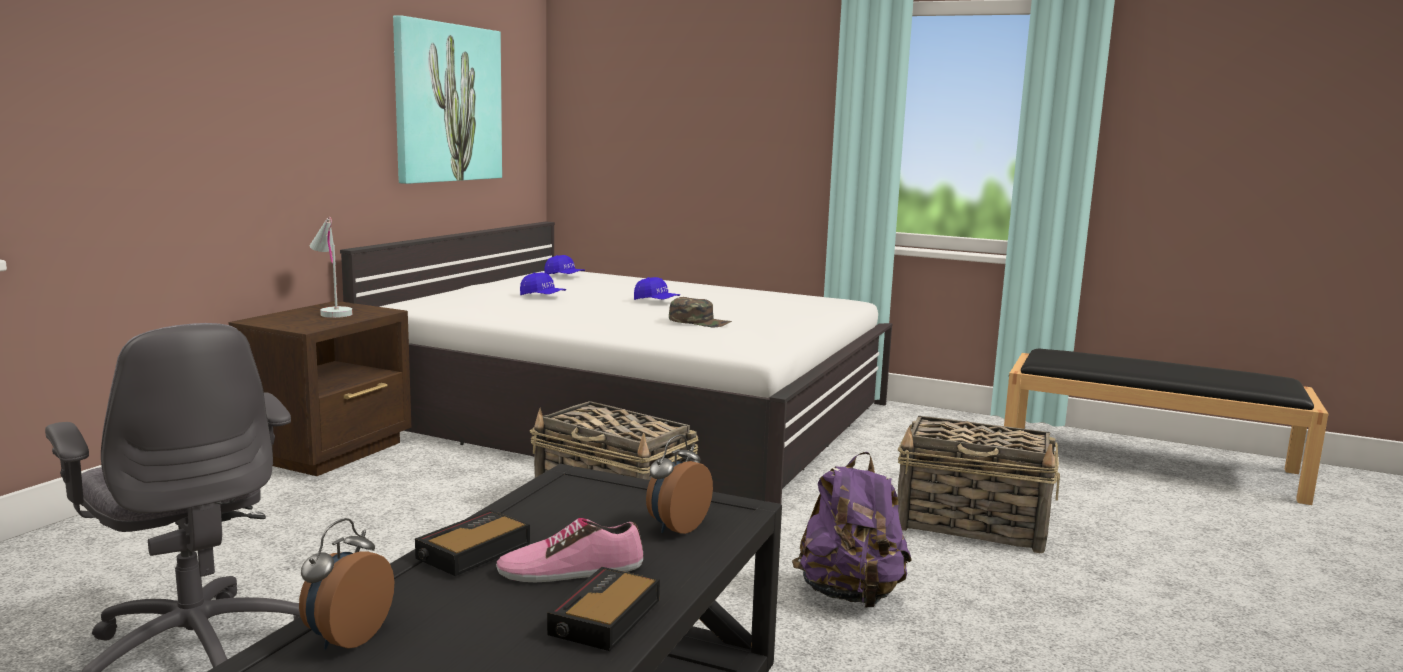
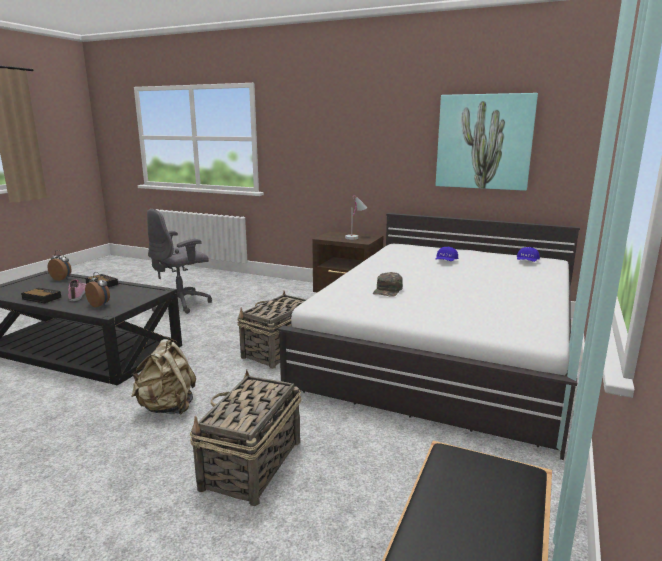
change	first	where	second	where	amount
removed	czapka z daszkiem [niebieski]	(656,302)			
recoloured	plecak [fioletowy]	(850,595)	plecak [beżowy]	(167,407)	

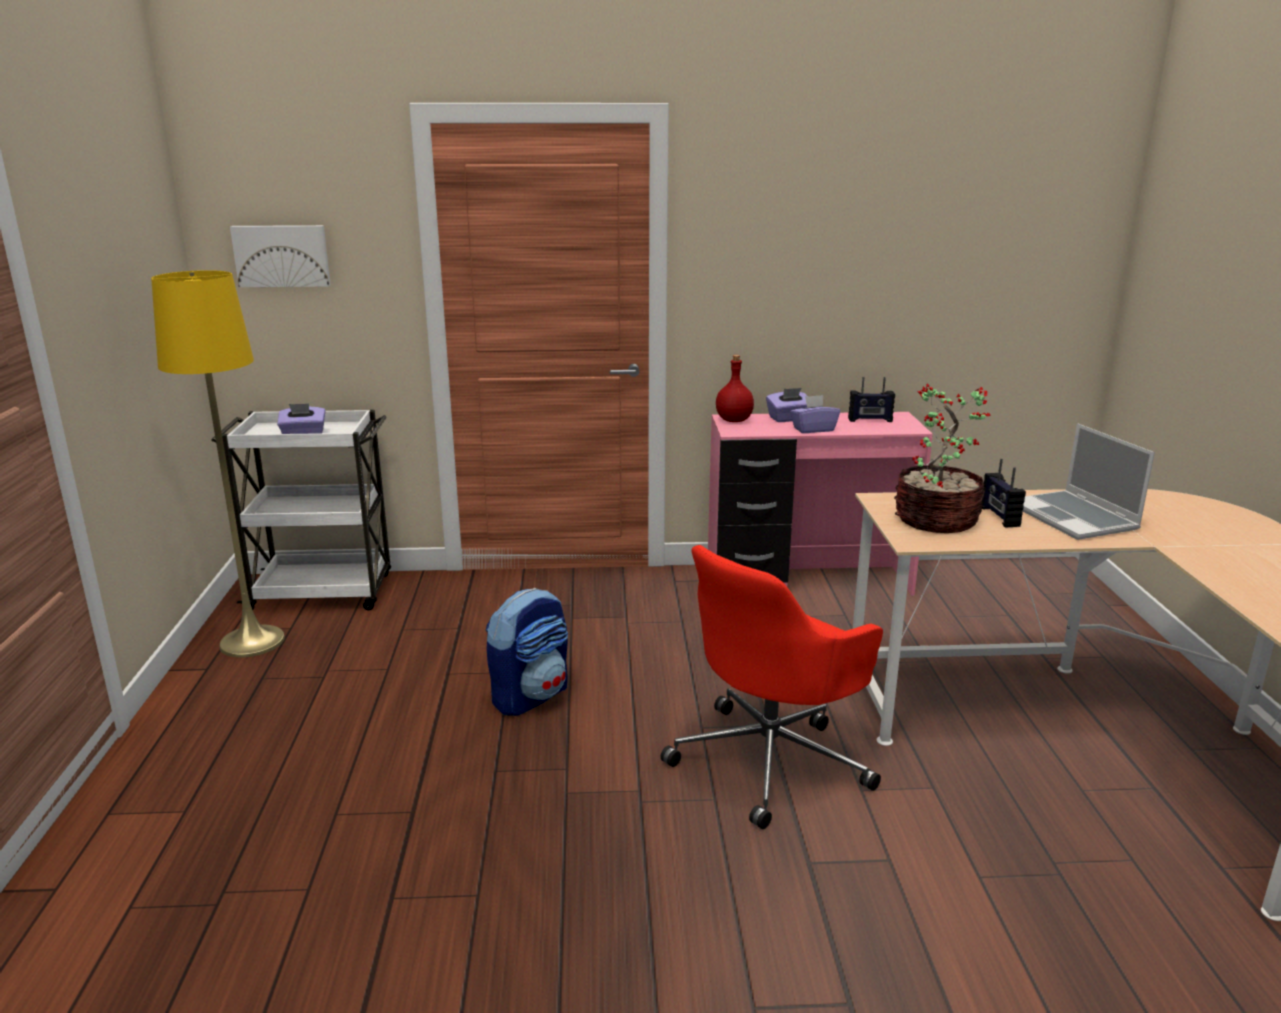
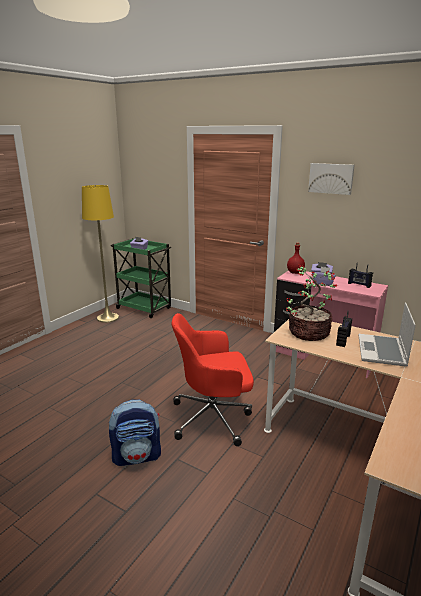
change	first	where	second	where	amount
recoloured	wózek [biały]	(324,593)	wózek [zielony]	(144,308)	
moved	obraz	(282,255)		(331,178)	
moved	plecak	(530,696)		(137,456)	

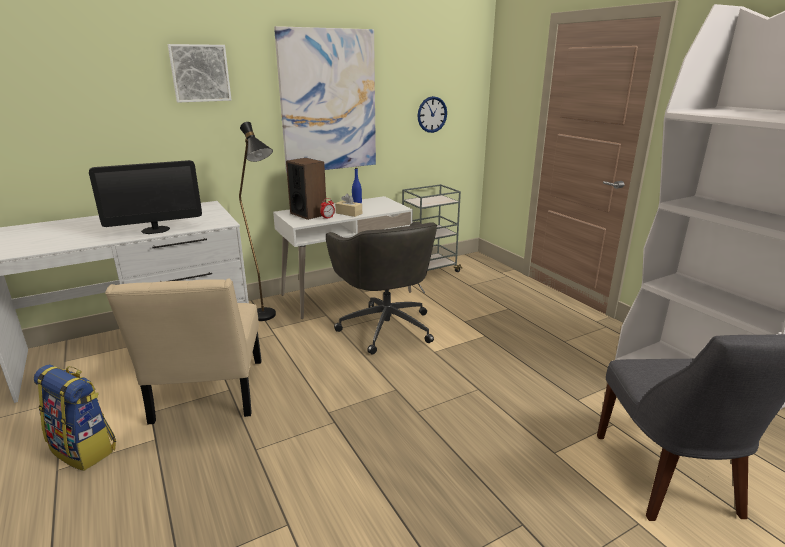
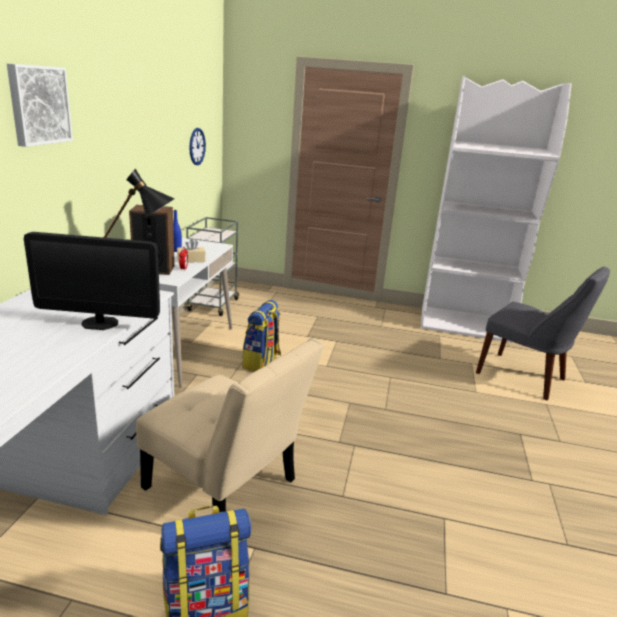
change	first	where	second	where	amount
turned	monitor	(155,230)		(100,323)	75 degrees clockwise
removed	obraz	(328,101)			
replaced	krzesło biurowe [szary]	(385,326)	plecak	(262,362)	

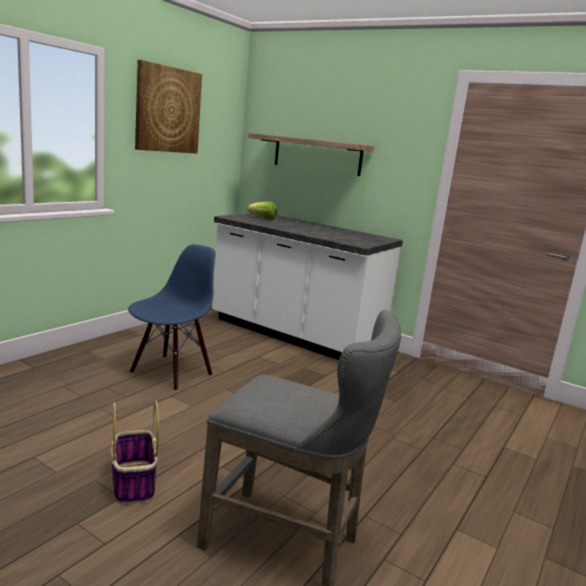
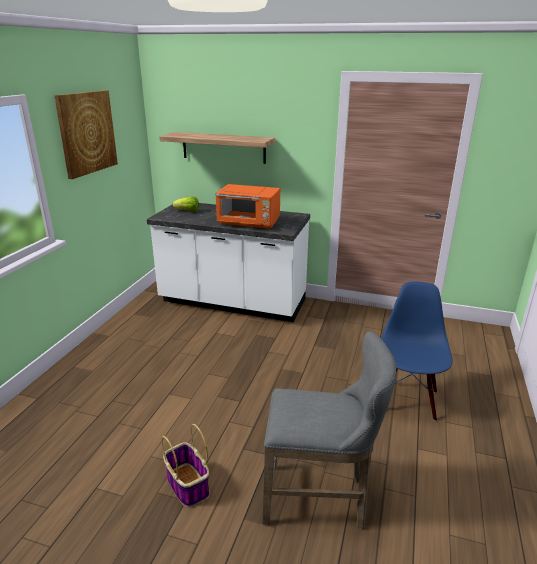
change	first	where	second	where	amount
moved	krzesło [niebieski]	(171,373)		(406,400)	
added			mikrofalówka [pomarańczowy]	(249,223)	

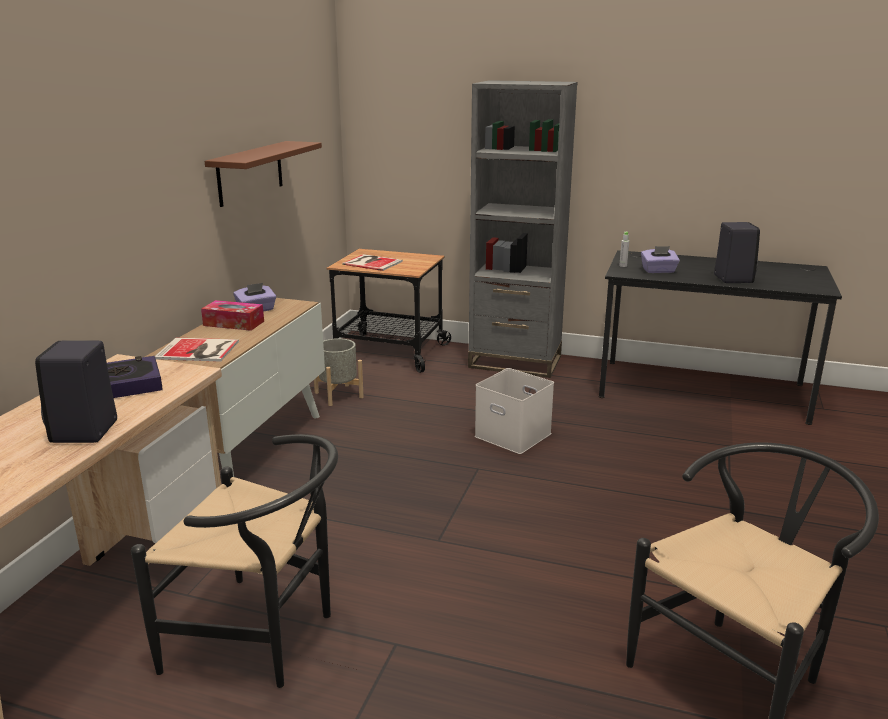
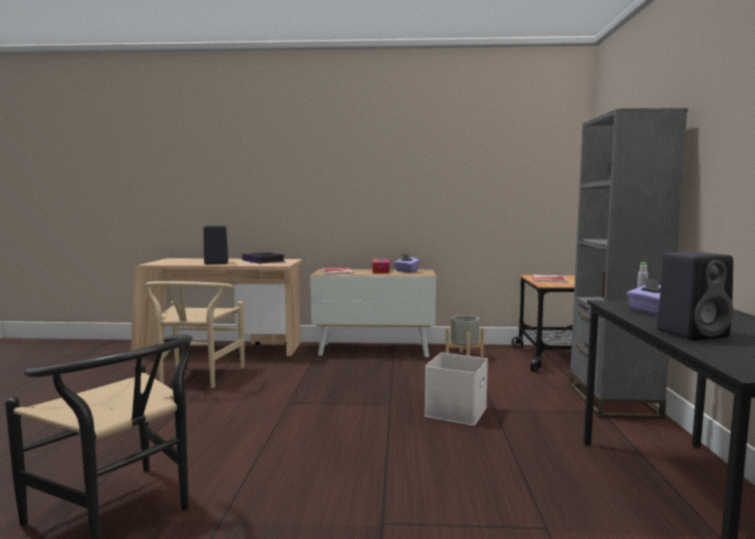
change	first	where	second	where	amount
recoloured	krzesło [czarny]	(263,638)	krzesło [beżowy]	(196,378)	
removed	półka [brązowy]	(250,173)			

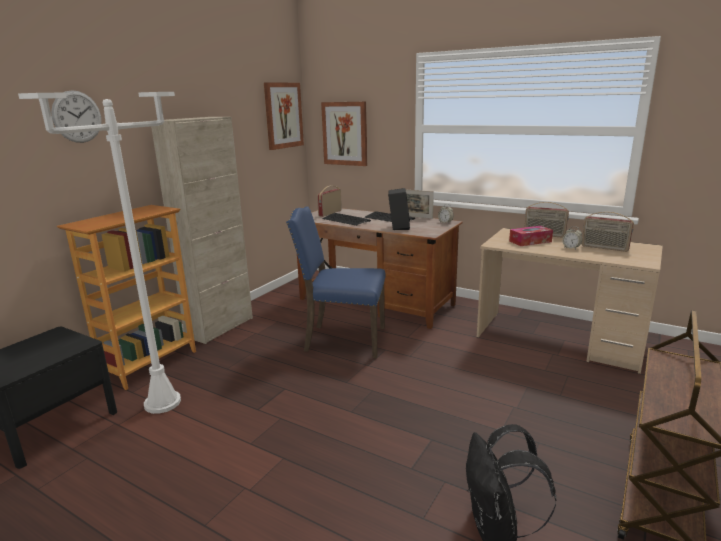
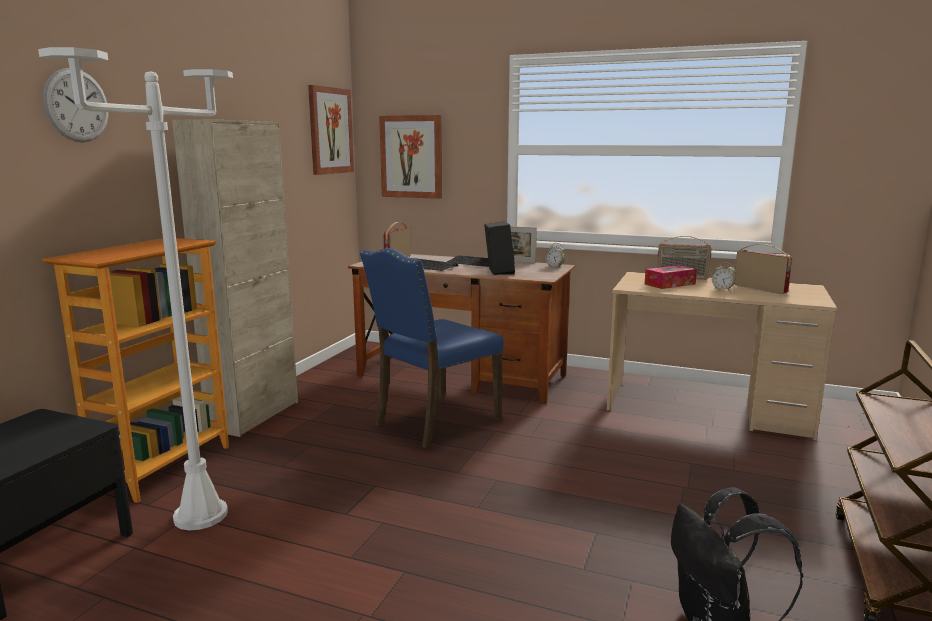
change	first	where	second	where	amount
turned	krzesło [niebieski]	(343,340)		(434,422)	45 degrees counterclockwise
turned	radio	(604,248)		(760,289)	150 degrees counterclockwise

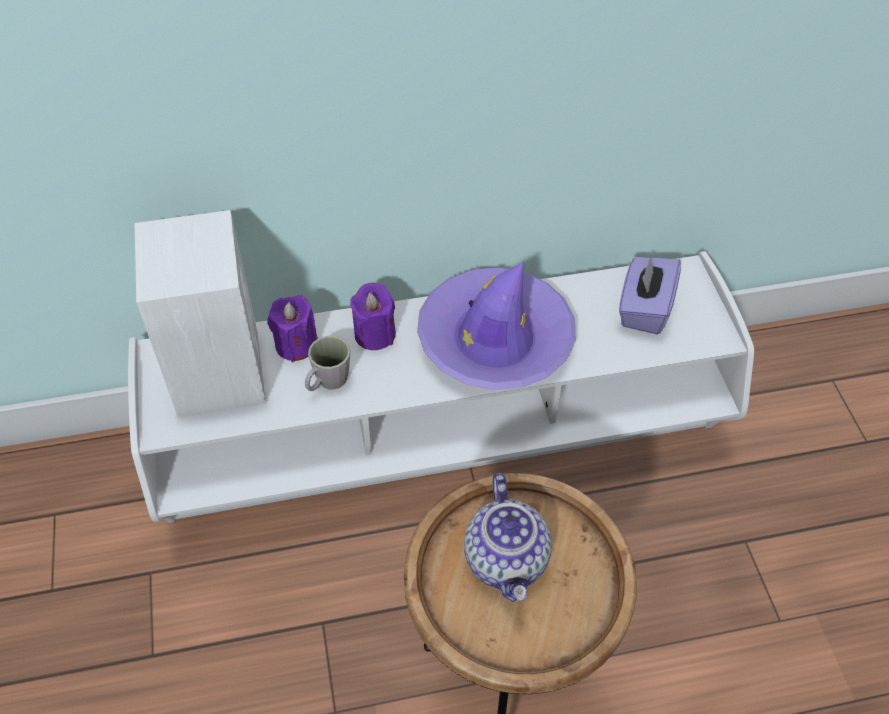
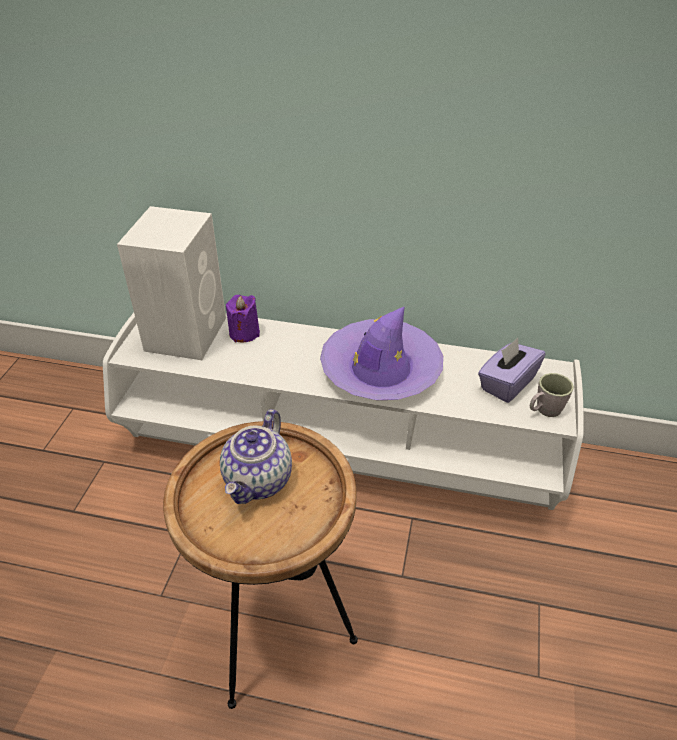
change	first	where	second	where	amount
moved	kubek [szary]	(327,382)		(544,410)	
removed	świeca [fioletowy]	(374,334)			

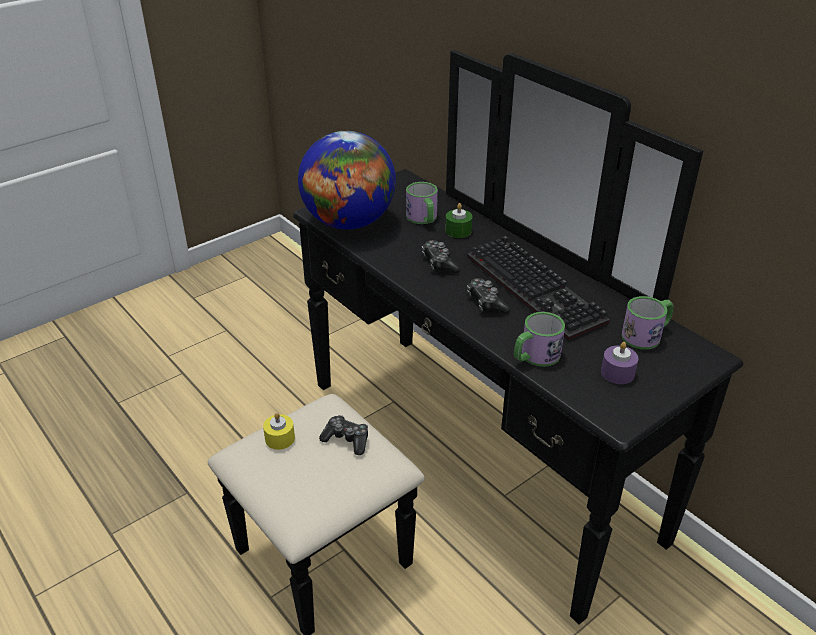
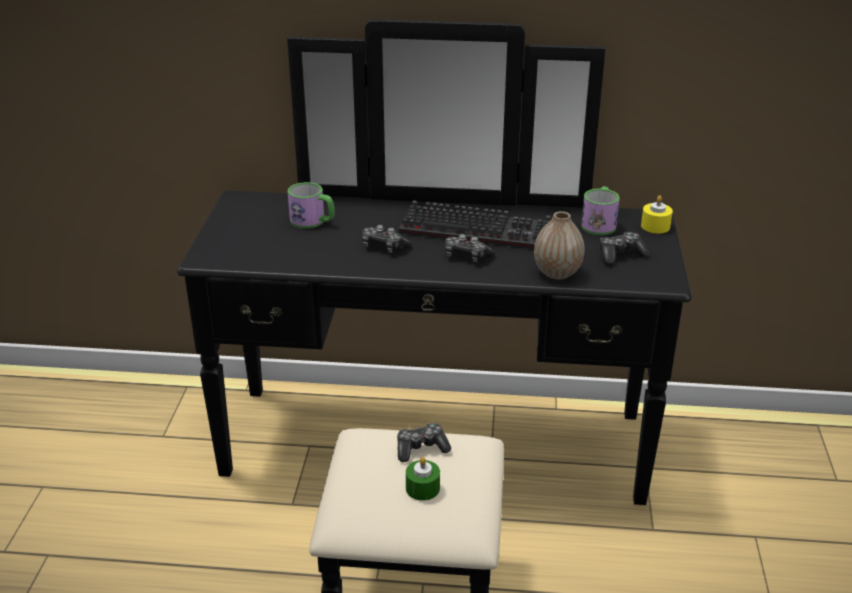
change	first	where	second	where	amount
moved	świeca [żółty]	(280,438)		(655,226)	
removed	globus	(349,222)			
moved	świeca [zielony]	(458,231)		(422,488)	
replaced	kubek	(535,356)	wazon	(557,273)	
replaced	świeca [fioletowy]	(617,373)	pad do gier	(620,255)	

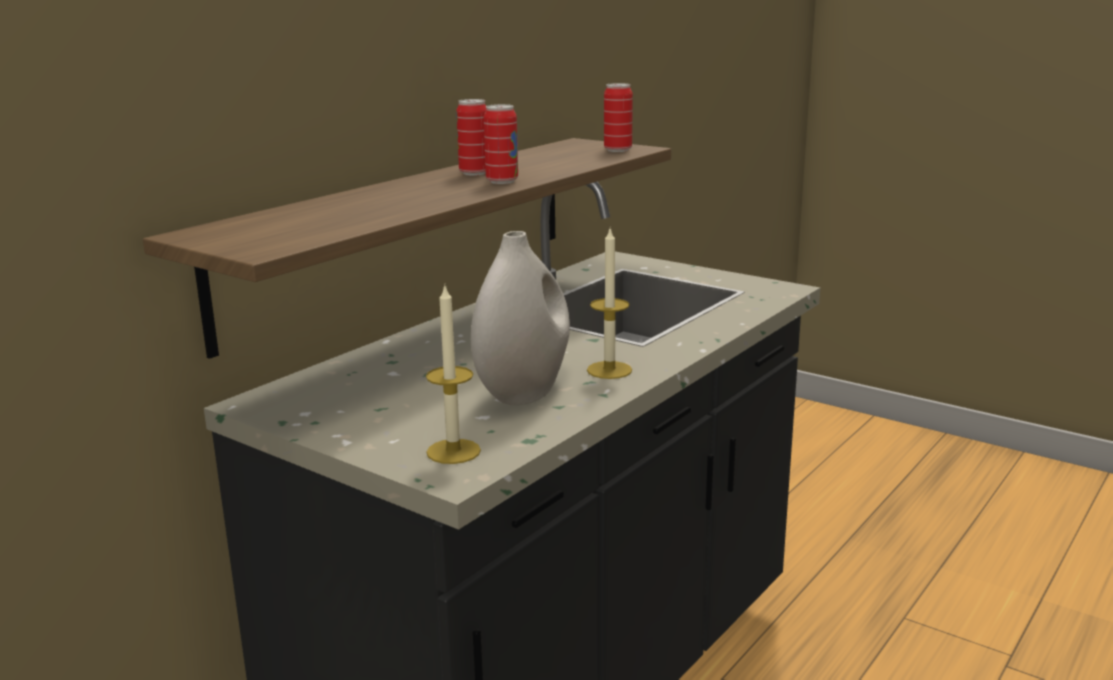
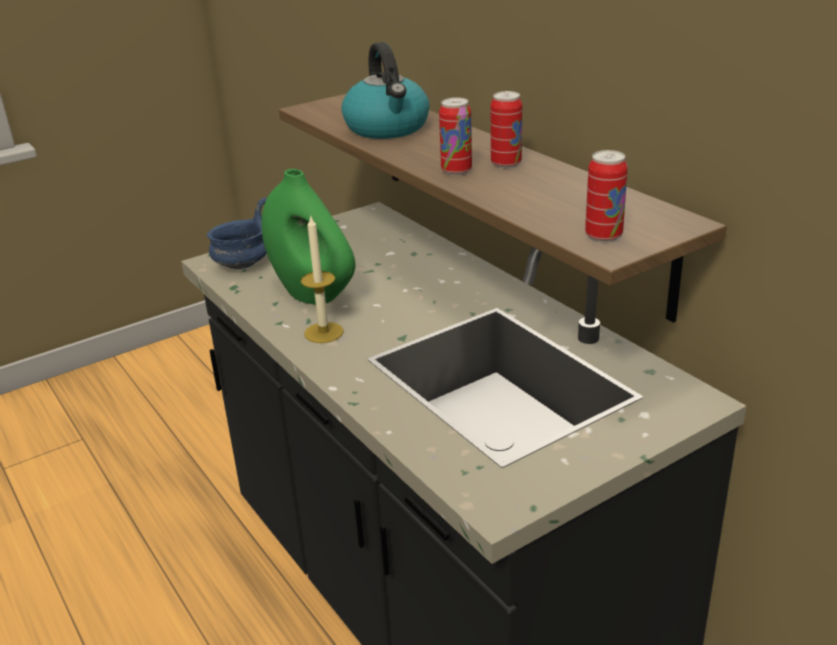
change	first	where	second	where	amount
replaced	świeca	(453,451)	miska [niebieski]	(243,263)	
recoloured	wazon [biały]	(523,391)	wazon [zielony]	(313,293)	
added			czajnik	(388,128)	

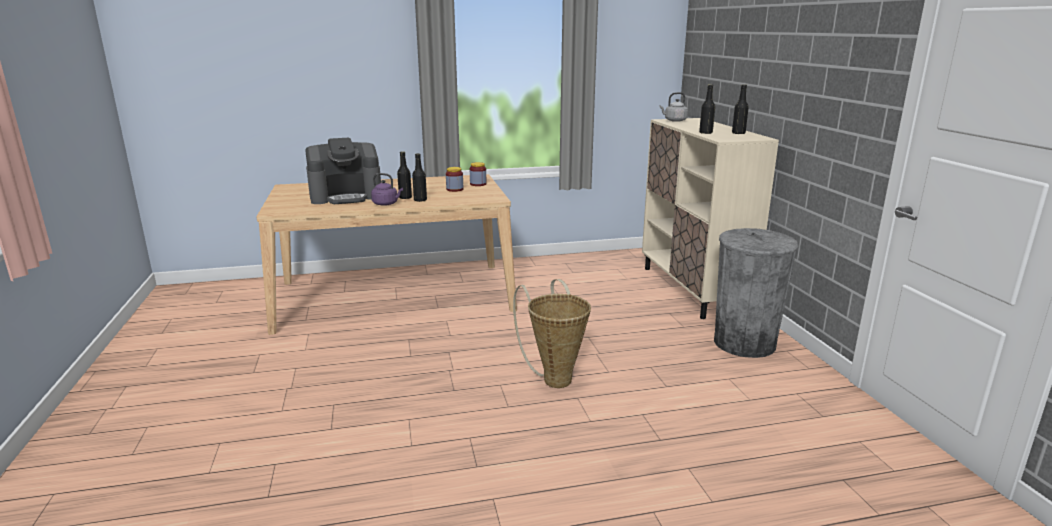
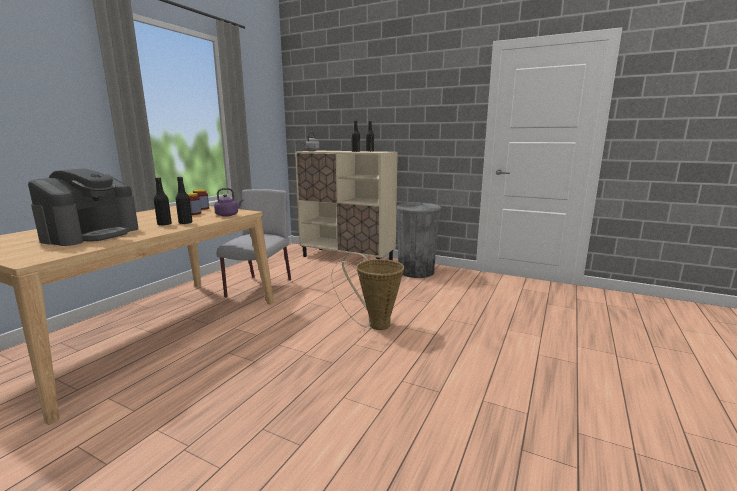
change	first	where	second	where	amount
moved	czajnik [fioletowy]	(386,204)		(228,215)	
added			krzesło [szary]	(259,289)	

